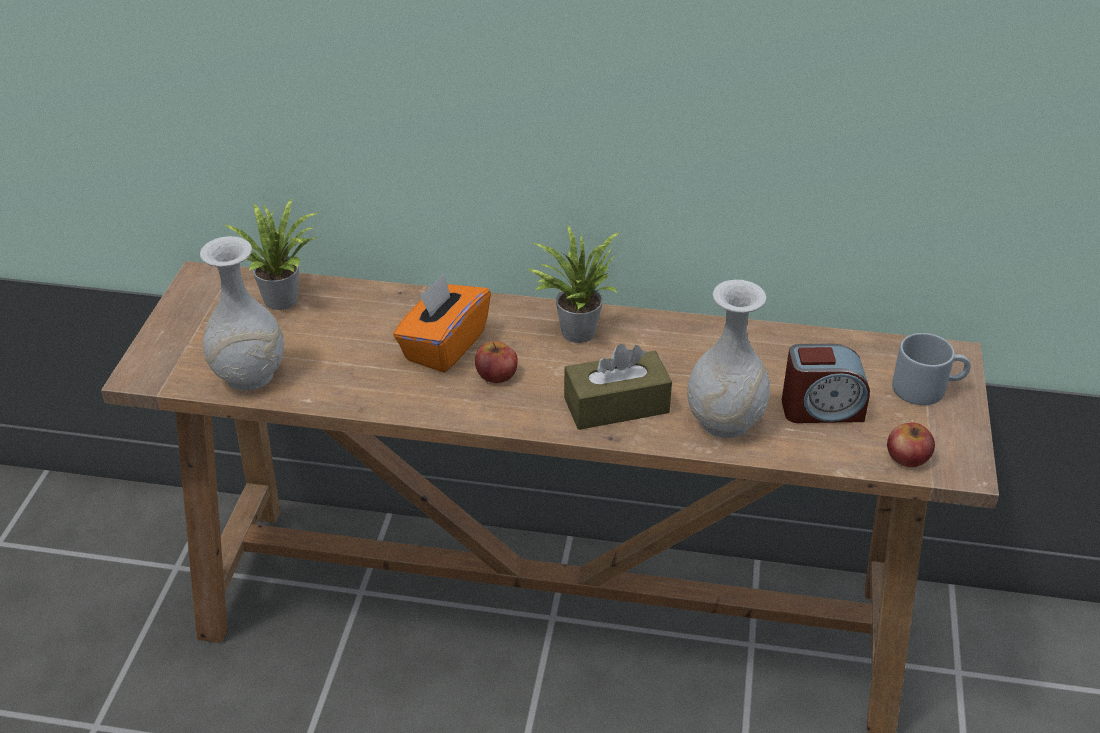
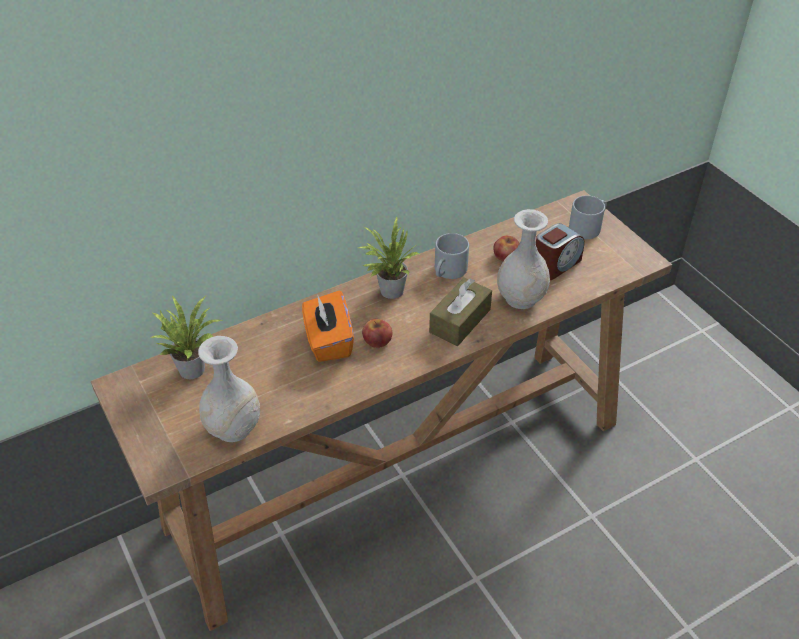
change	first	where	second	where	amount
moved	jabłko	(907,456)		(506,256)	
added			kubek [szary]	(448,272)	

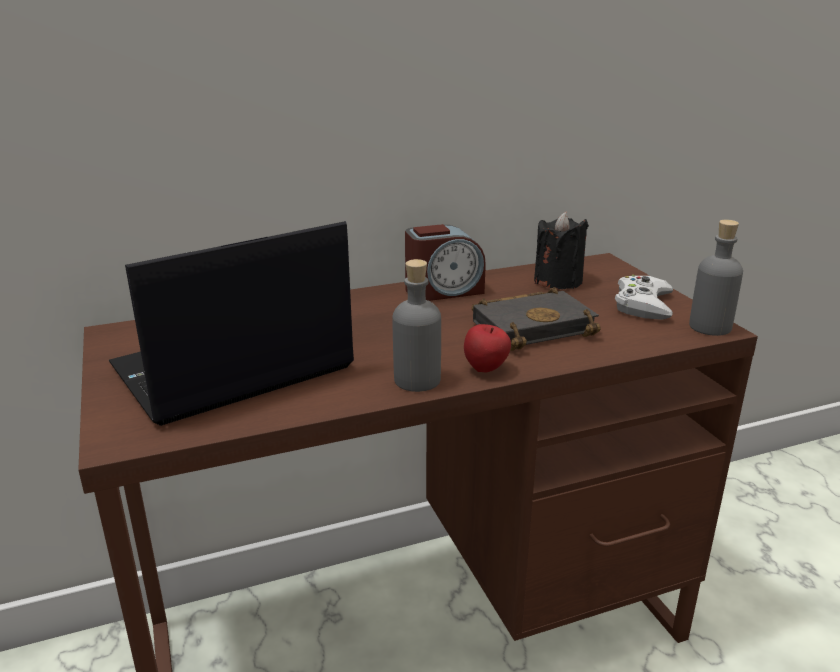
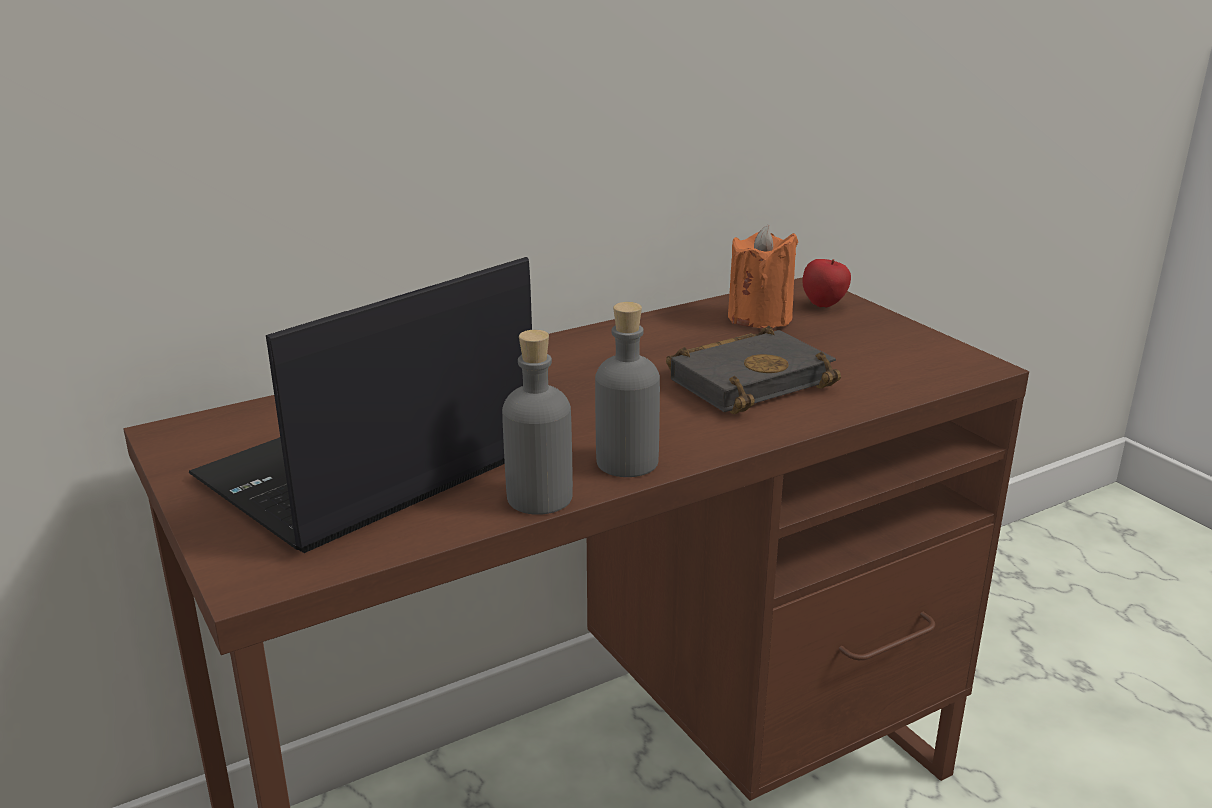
change	first	where	second	where	amount
removed	budzik	(443,291)			
moved	jabłko	(486,370)		(824,306)	
recoloured	świeca [czarny]	(558,281)	świeca [pomarańczowy]	(759,318)	
removed	pad do gier [biały]	(643,305)			
moved	butelka [szary]	(710,327)		(539,498)	

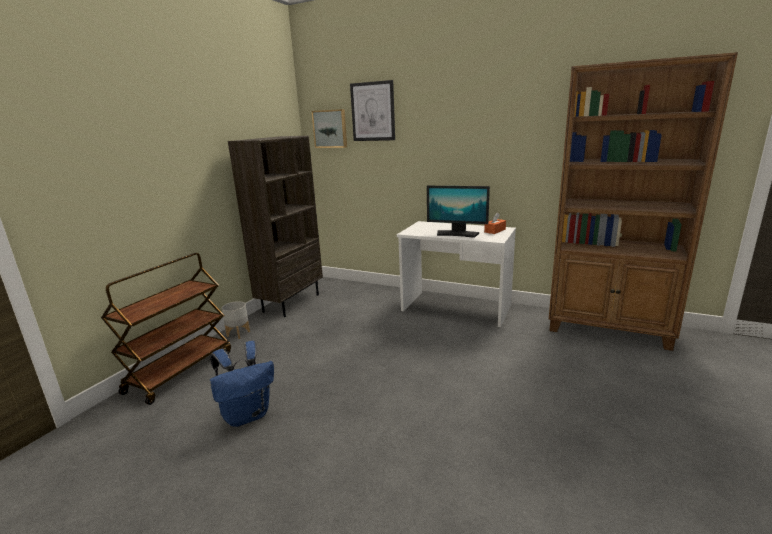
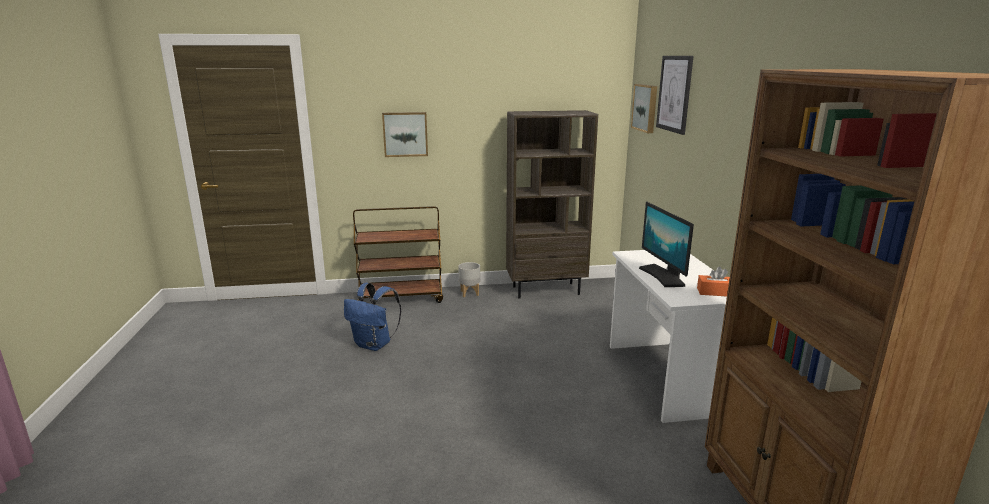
change	first	where	second	where	amount
added			obraz	(405,134)	

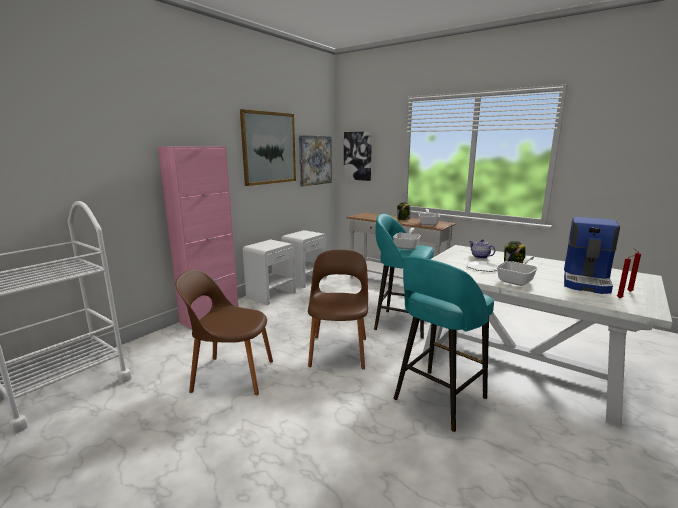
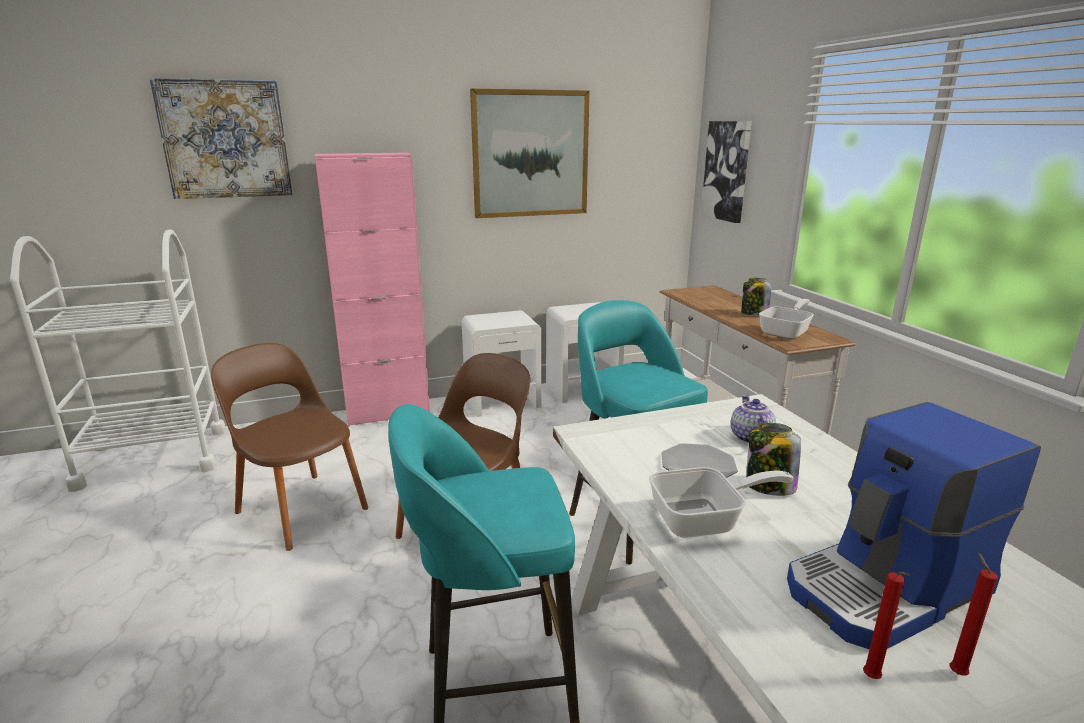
change	first	where	second	where	amount
moved	obraz	(315,160)		(225,139)	
removed	patelnia	(407,246)			

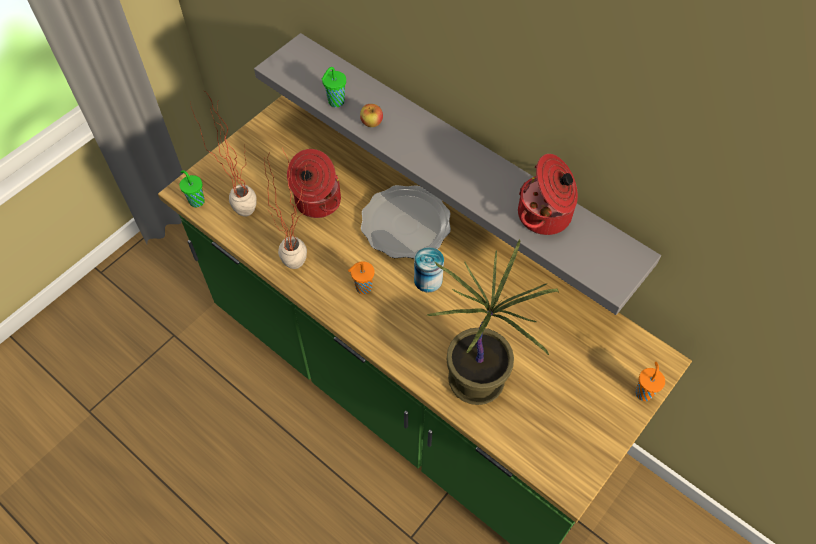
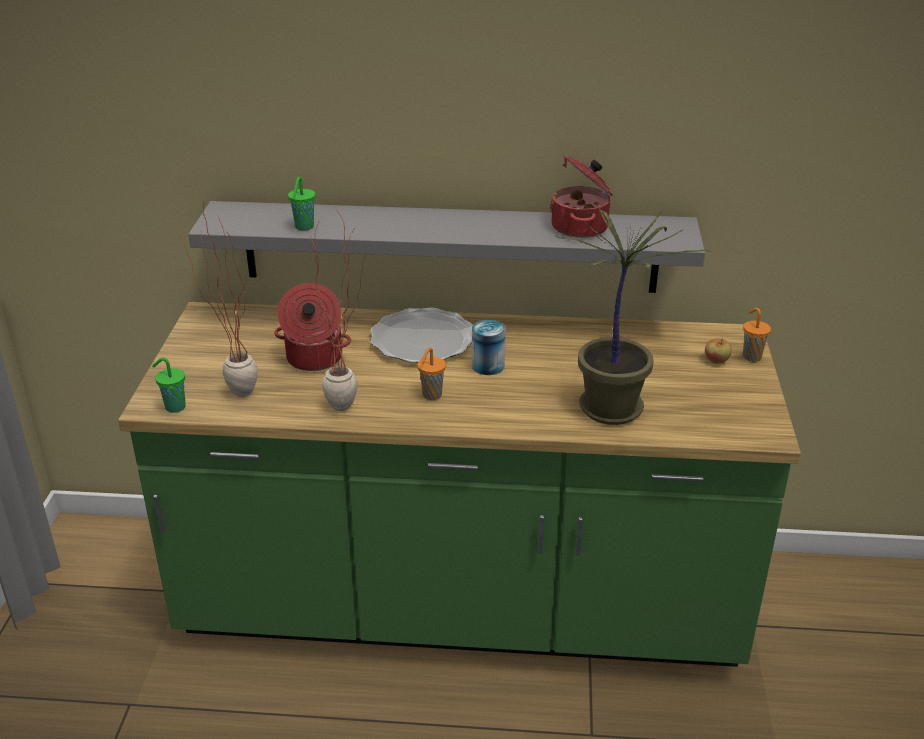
change	first	where	second	where	amount
moved	jabłko	(372,123)		(716,361)	

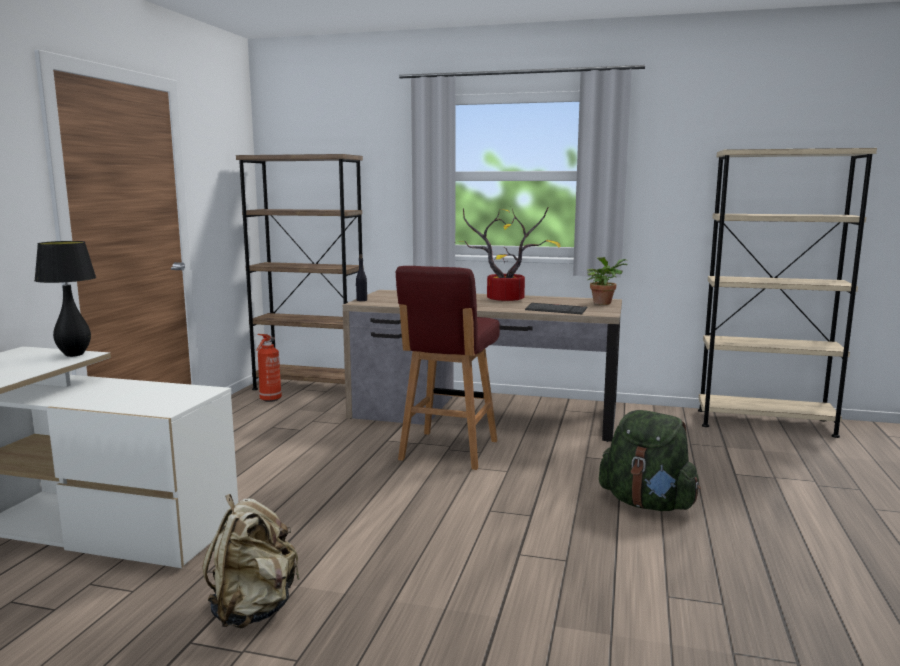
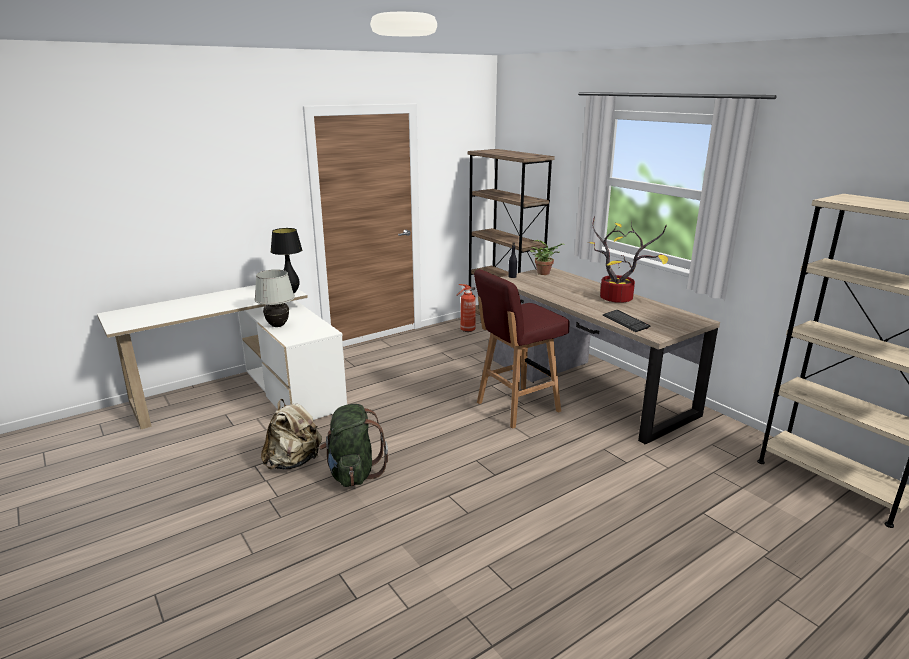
change	first	where	second	where	amount
moved	roślina doniczkowa	(603,303)		(545,273)	
moved	plecak [zielony]	(647,503)		(353,473)	
added			lampa stołowa [biały]	(278,325)	

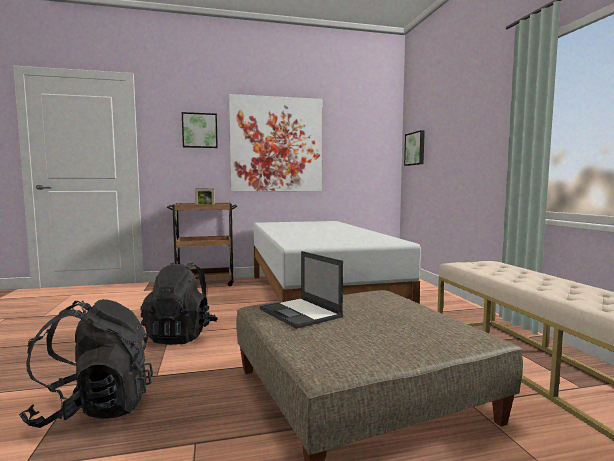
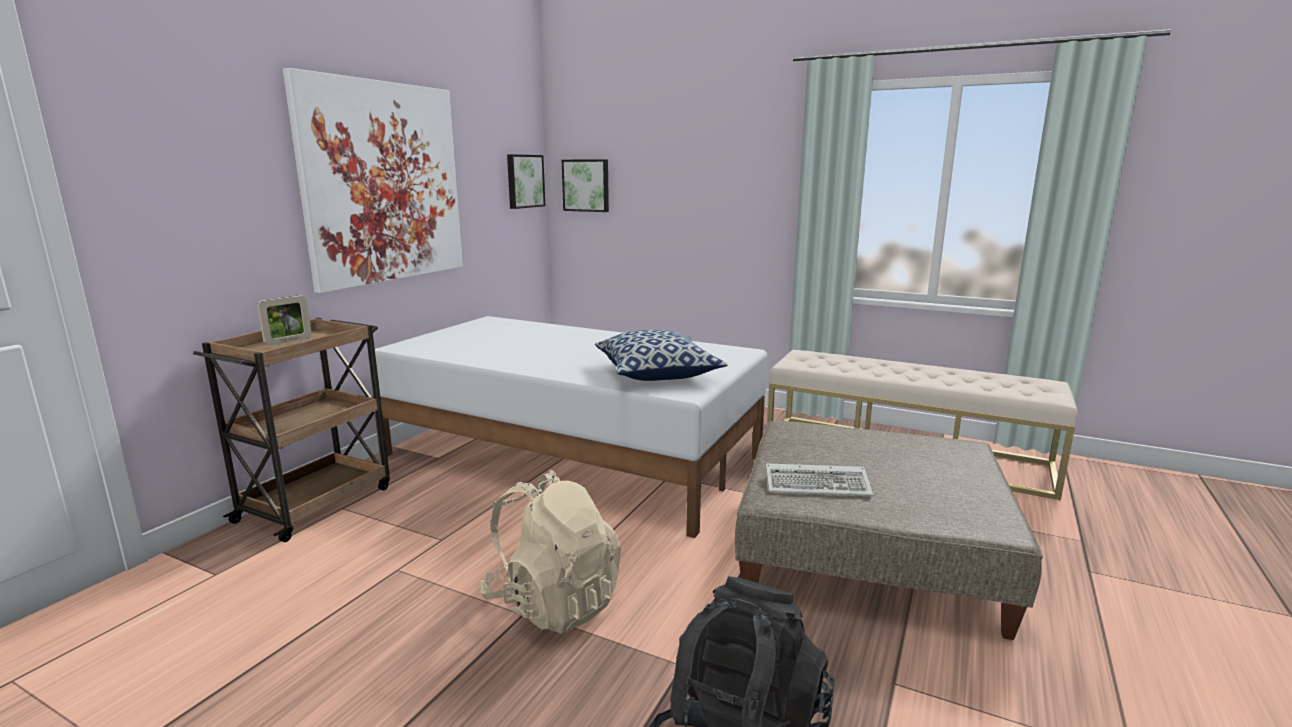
change	first	where	second	where	amount
recoloured	plecak [czarny]	(181,335)	plecak [beżowy]	(553,603)	
moved	obraz	(200,130)		(524,181)	
replaced	laptop	(301,313)	klawiatura	(819,485)	
added			poduszka	(657,373)	

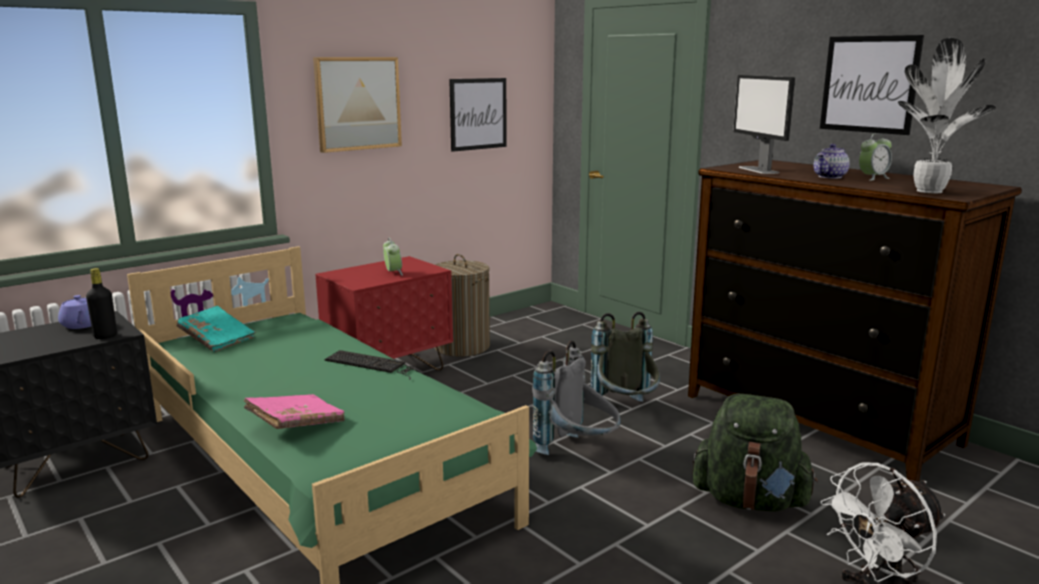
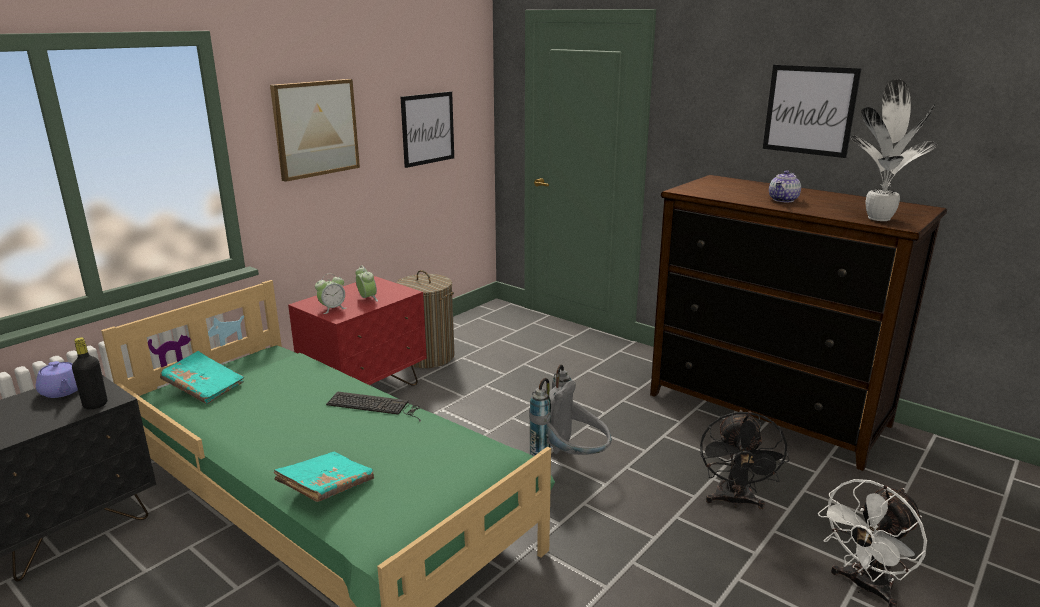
change	first	where	second	where	amount
recoloured	książka [różowy]	(296,424)	książka [turkusowy]	(326,488)	
removed	plecak [szary]	(625,411)			
replaced	plecak [zielony]	(750,501)	wentylator [czarny]	(734,501)	
removed	monitor	(758,170)			
moved	budzik	(872,178)		(332,309)	

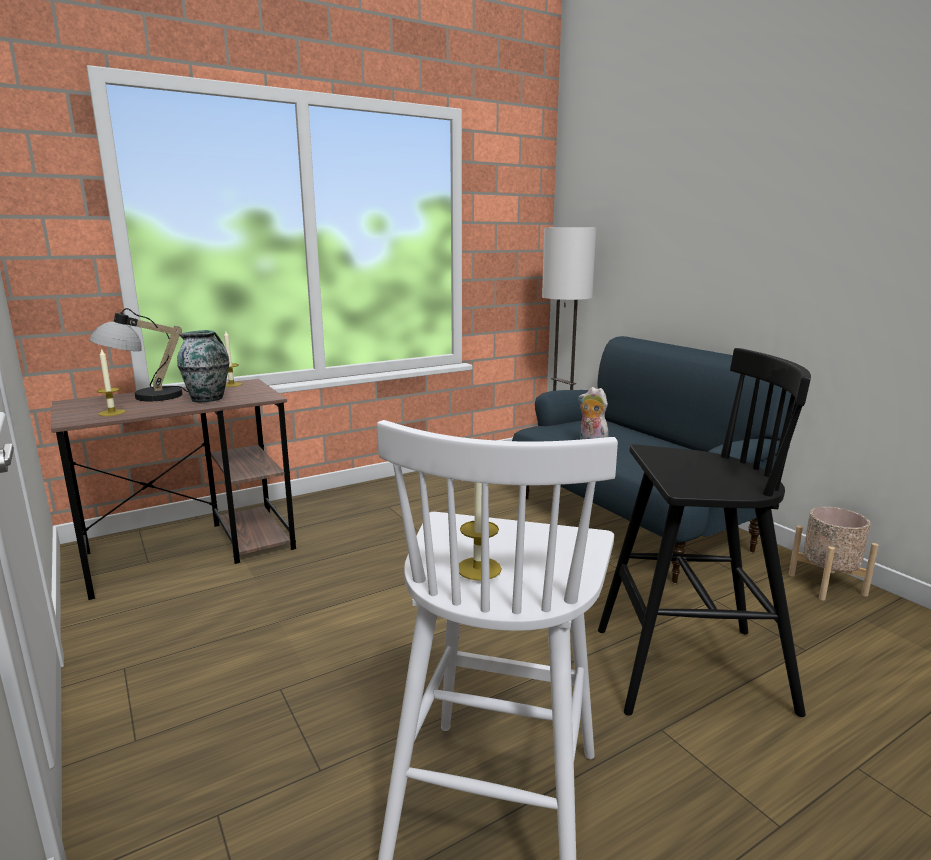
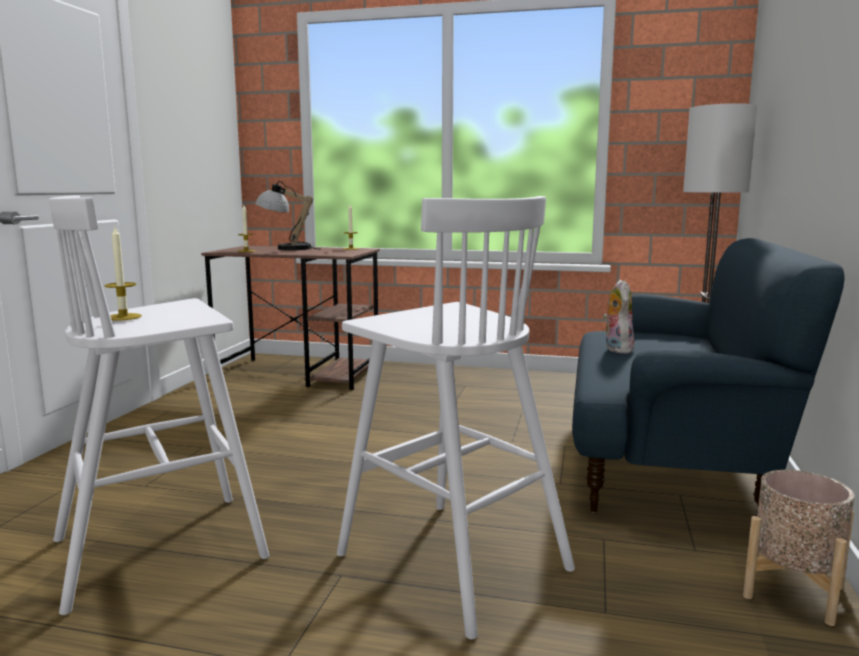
change	first	where	second	where	amount
removed	wazon	(208,399)			
recoloured	stołek [czarny]	(687,669)	stołek [biały]	(449,560)	

